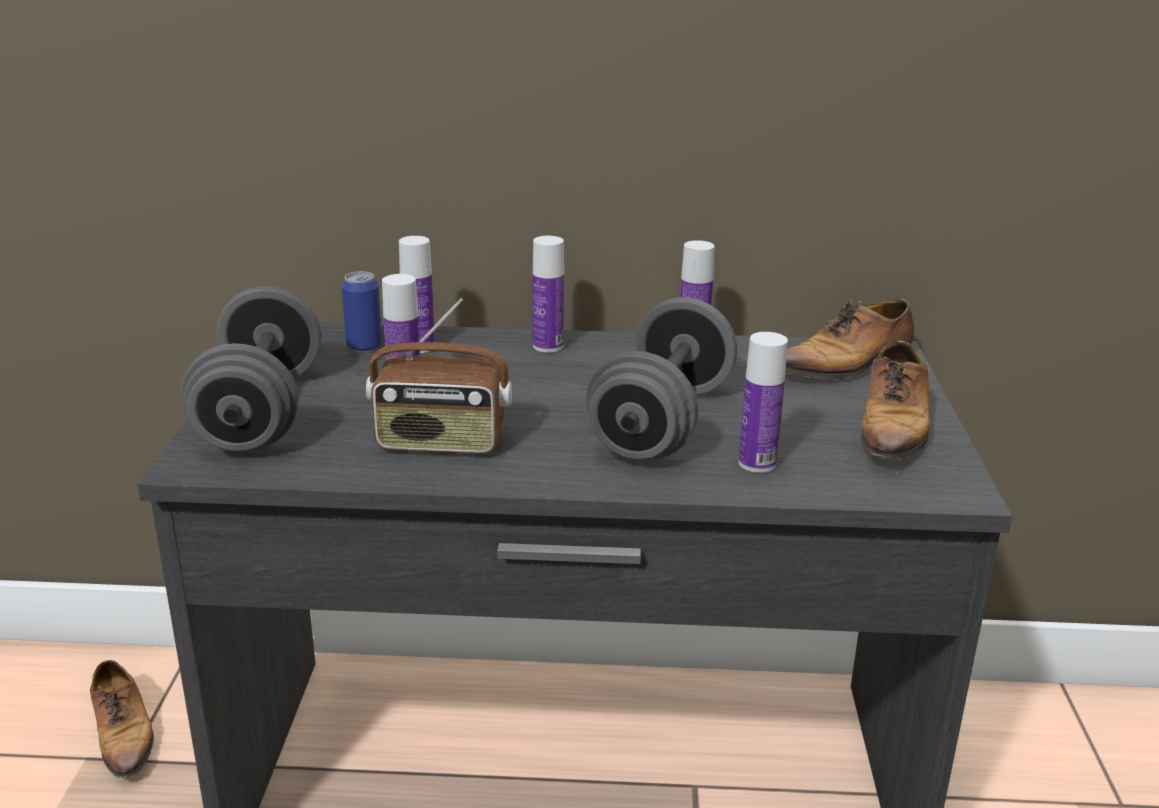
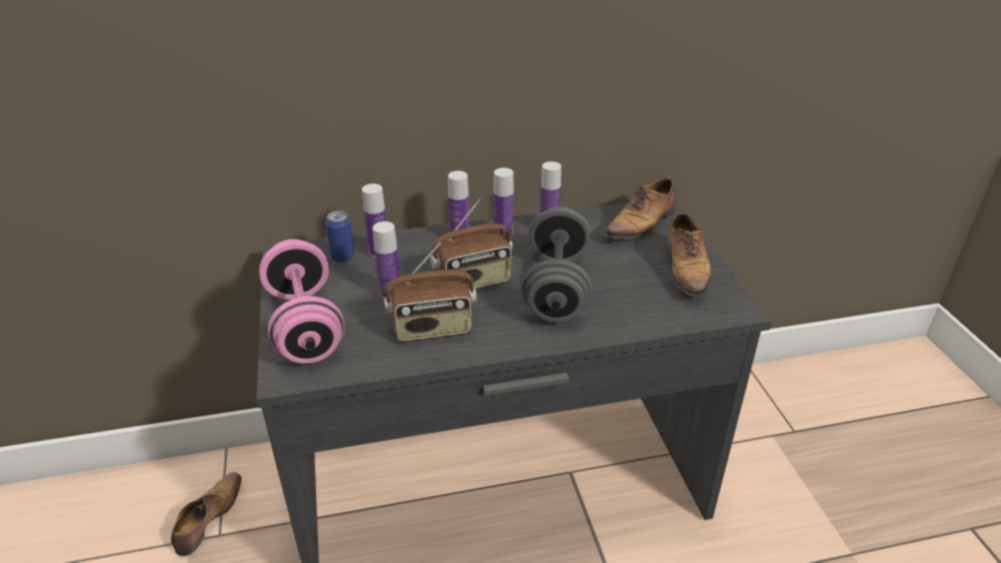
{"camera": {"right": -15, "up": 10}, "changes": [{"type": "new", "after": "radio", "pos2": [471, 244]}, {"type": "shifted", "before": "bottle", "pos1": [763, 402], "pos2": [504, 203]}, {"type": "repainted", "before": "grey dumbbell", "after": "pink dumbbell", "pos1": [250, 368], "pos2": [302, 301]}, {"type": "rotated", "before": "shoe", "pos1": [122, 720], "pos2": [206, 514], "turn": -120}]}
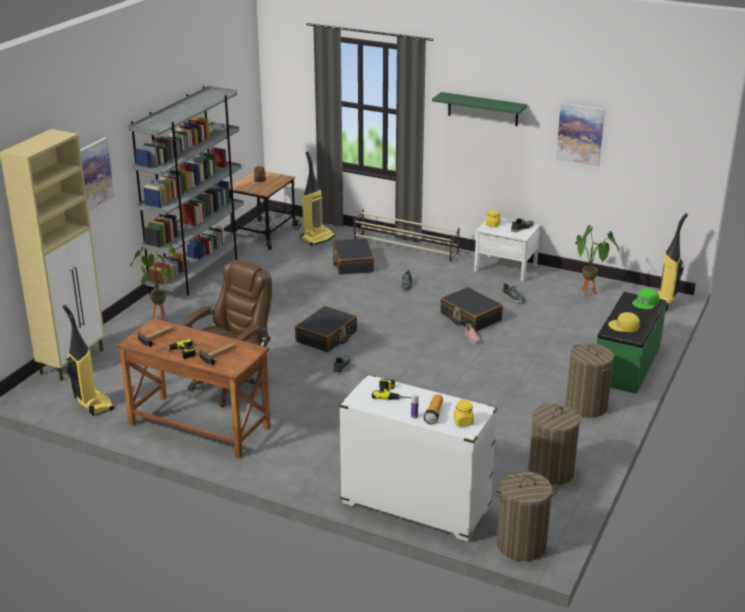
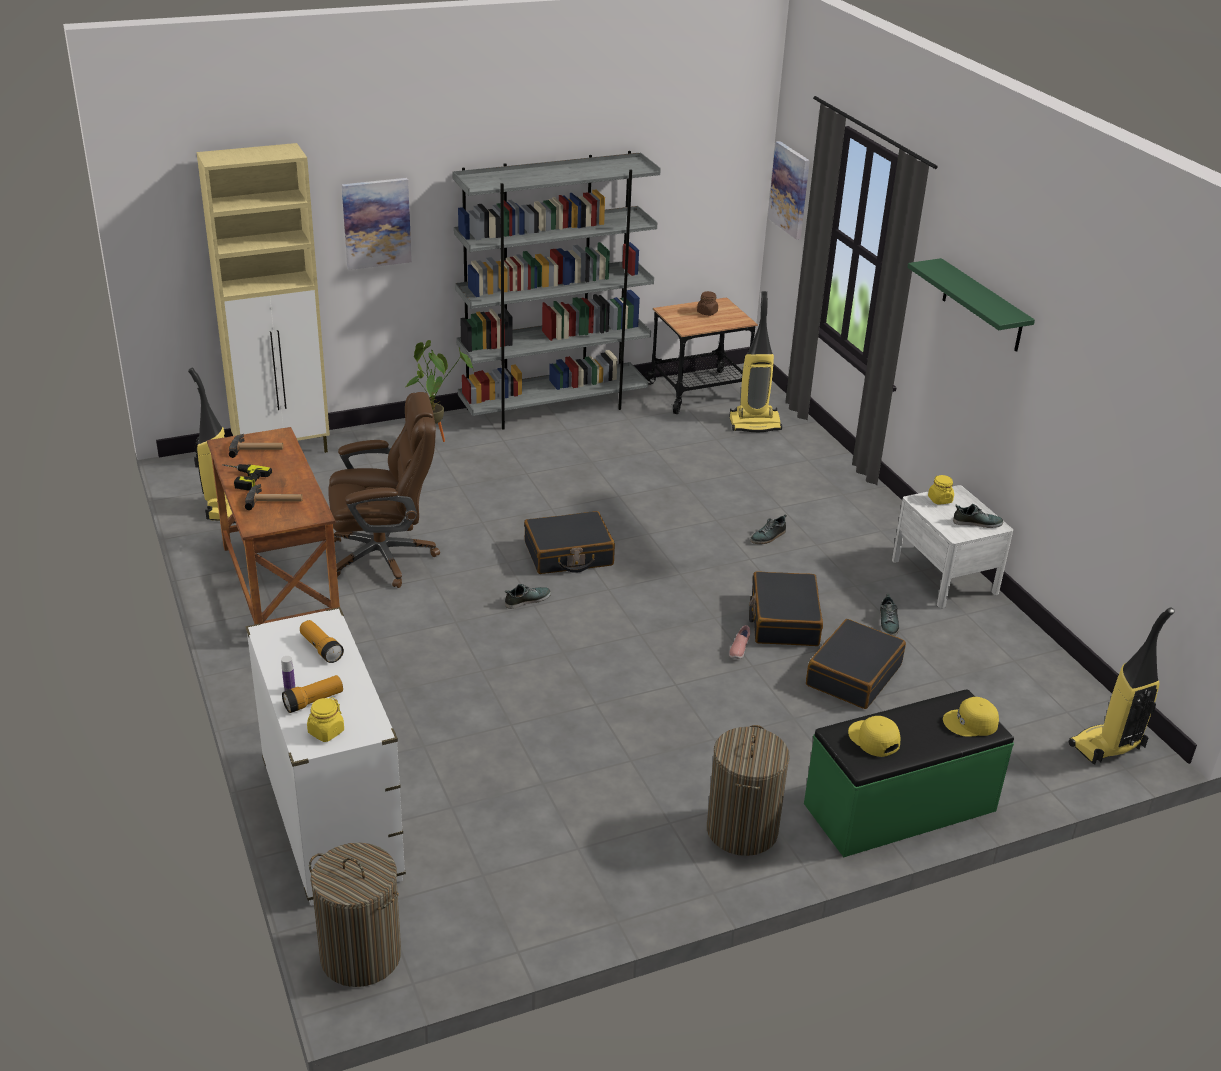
{"camera": {"right": 40, "up": 5}, "changes": [{"type": "gone", "before": "beige shoe rack", "pos1": [407, 236]}, {"type": "gone", "before": "laundry basket", "pos1": [554, 444]}, {"type": "gone", "before": "potted plant", "pos1": [597, 261]}, {"type": "shifted", "before": "black suitcase", "pos1": [353, 256], "pos2": [856, 664]}, {"type": "shifted", "before": "picture", "pos1": [580, 134], "pos2": [789, 190]}, {"type": "swapped", "before": "power drill", "after": "flashlight", "pos1": [391, 389], "pos2": [322, 641]}, {"type": "repainted", "before": "green cap", "after": "yellow cap", "pos1": [645, 298], "pos2": [971, 717]}]}
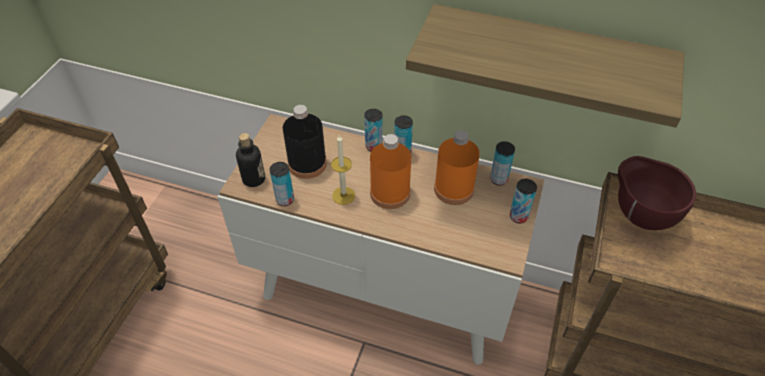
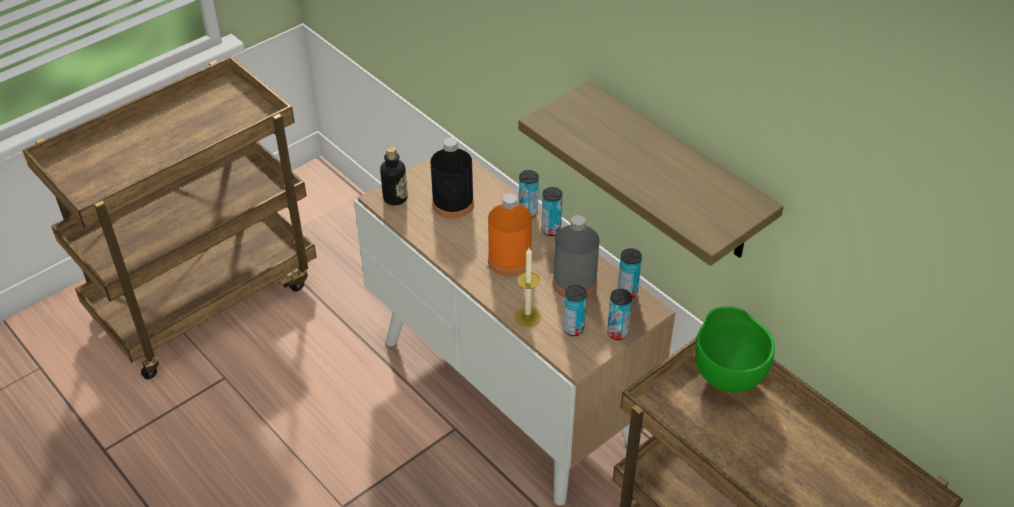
{"camera": {"right": 30, "up": -5}, "changes": [{"type": "shifted", "before": "can", "pos1": [282, 184], "pos2": [575, 310]}, {"type": "shifted", "before": "candle", "pos1": [343, 169], "pos2": [528, 287]}, {"type": "repainted", "before": "orange bottle", "after": "grey bottle", "pos1": [457, 167], "pos2": [575, 256]}, {"type": "repainted", "before": "brown bowl", "after": "green bowl", "pos1": [657, 193], "pos2": [735, 349]}]}
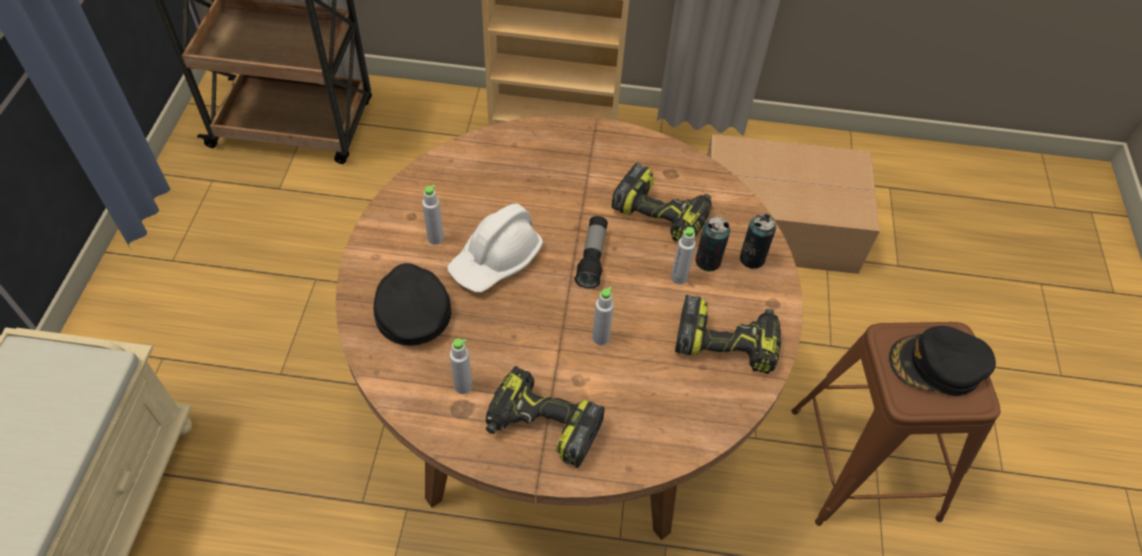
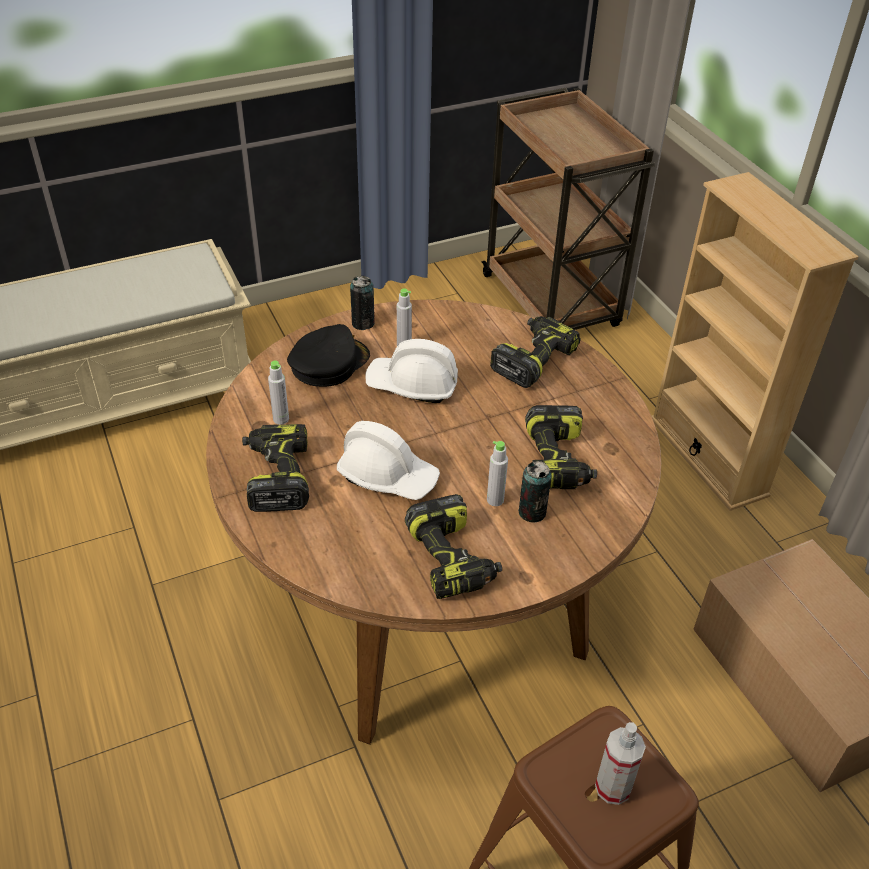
{"camera": {"right": 60, "up": -10}, "changes": [{"type": "gone", "before": "flashlight", "pos1": [591, 252]}, {"type": "new", "after": "power drill", "pos2": [535, 352]}, {"type": "shifted", "before": "can", "pos1": [758, 241], "pos2": [362, 303]}, {"type": "swapped", "before": "grey bottle", "after": "white hard hat", "pos1": [603, 316], "pos2": [388, 460]}, {"type": "swapped", "before": "black cap", "after": "spray bottle", "pos1": [942, 361], "pos2": [620, 763]}]}
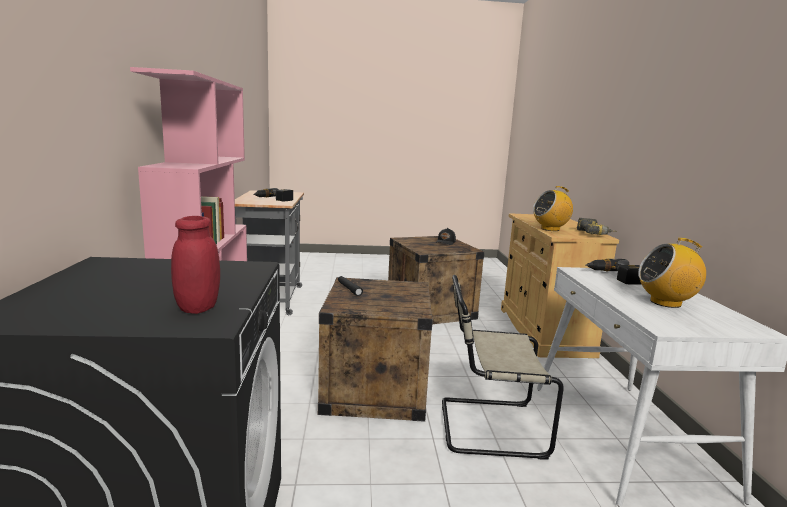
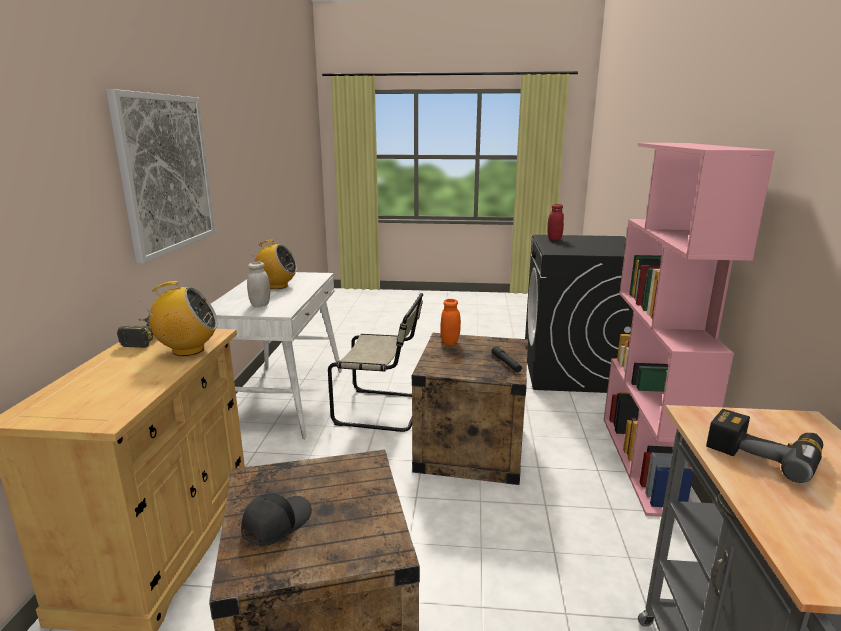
{"camera": {"right": -170, "up": 5}, "changes": [{"type": "new", "after": "picture", "pos2": [160, 176]}, {"type": "new", "after": "orange jar", "pos2": [450, 322]}, {"type": "swapped", "before": "power drill", "after": "white jar", "pos1": [613, 272], "pos2": [258, 285]}]}
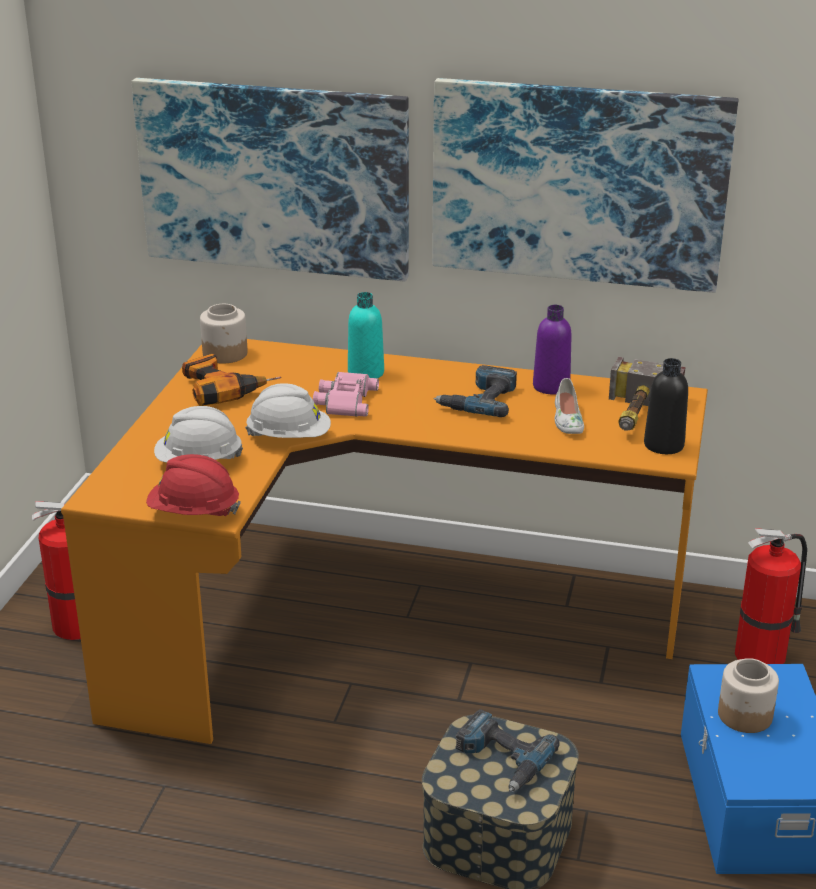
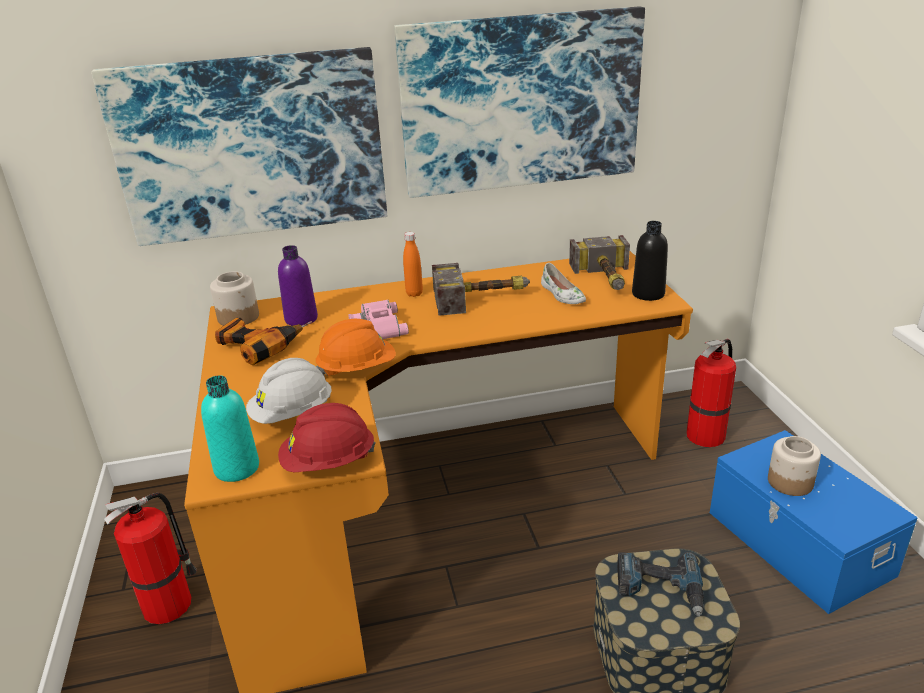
{"camera": {"right": -25, "up": 0}, "changes": [{"type": "new", "after": "orange bottle", "pos2": [413, 264]}, {"type": "shifted", "before": "turquoise bottle", "pos1": [366, 335], "pos2": [230, 428]}, {"type": "shifted", "before": "purple bottle", "pos1": [552, 349], "pos2": [298, 285]}, {"type": "swapped", "before": "power drill", "after": "hammer", "pos1": [475, 391], "pos2": [481, 289]}, {"type": "repainted", "before": "white hard hat", "after": "orange hard hat", "pos1": [288, 410], "pos2": [356, 348]}]}
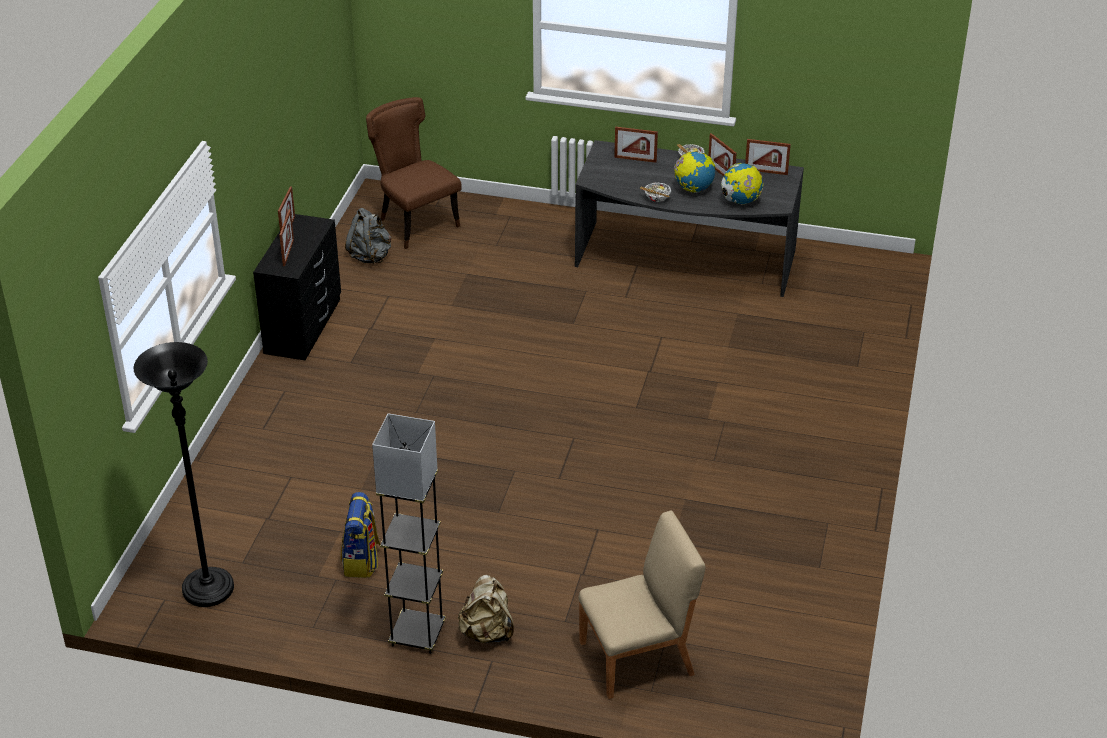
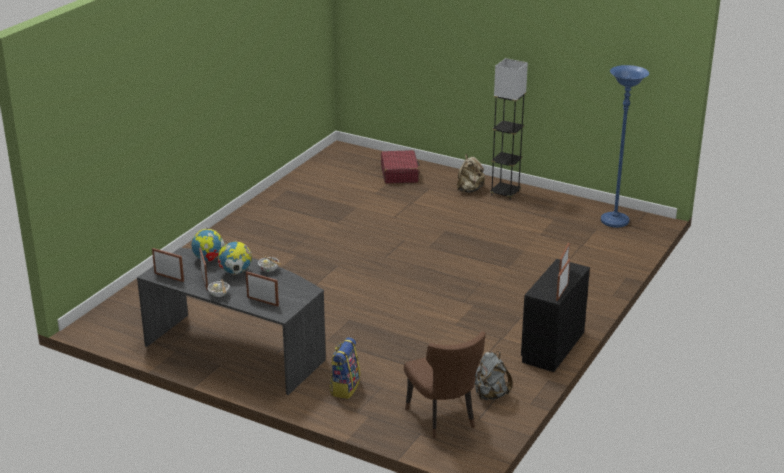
{"camera": {"right": -165, "up": -10}, "changes": [{"type": "shifted", "before": "backpack", "pos1": [360, 535], "pos2": [344, 368]}, {"type": "swapped", "before": "beige chair", "after": "red suitcase", "pos1": [642, 604], "pos2": [400, 167]}, {"type": "repainted", "before": "black floor lamp", "after": "blue floor lamp", "pos1": [184, 474], "pos2": [625, 146]}]}
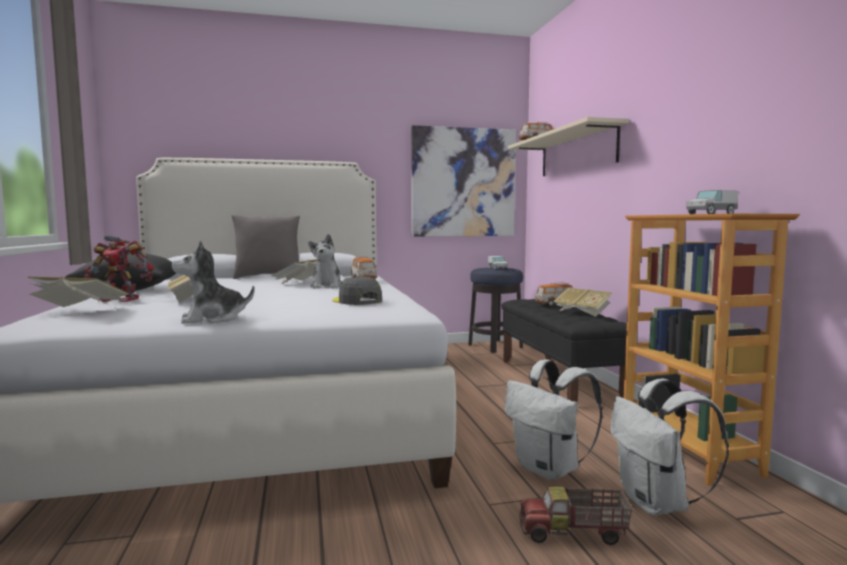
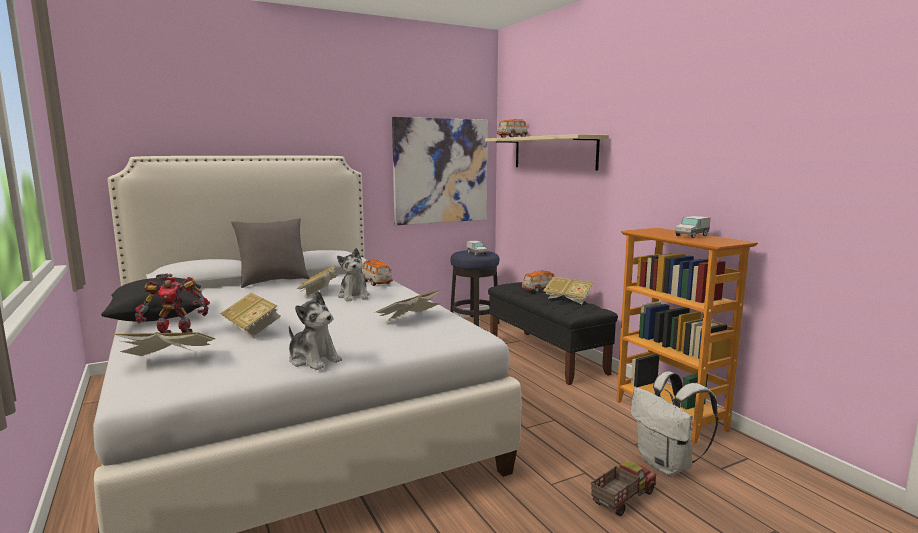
{"camera": {"right": -15, "up": 5}, "changes": [{"type": "gone", "before": "white backpack", "pos1": [554, 419]}, {"type": "swapped", "before": "grey cap", "after": "book", "pos1": [357, 290], "pos2": [407, 306]}, {"type": "rotated", "before": "plush toy", "pos1": [213, 282], "pos2": [315, 330], "turn": -105}, {"type": "rotated", "before": "toy truck", "pos1": [576, 515], "pos2": [623, 488], "turn": 150}]}
